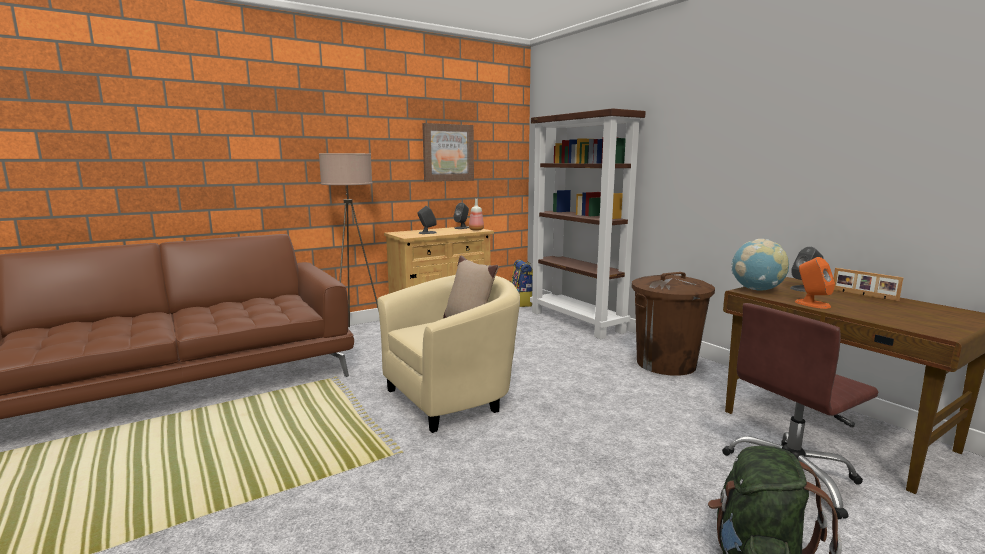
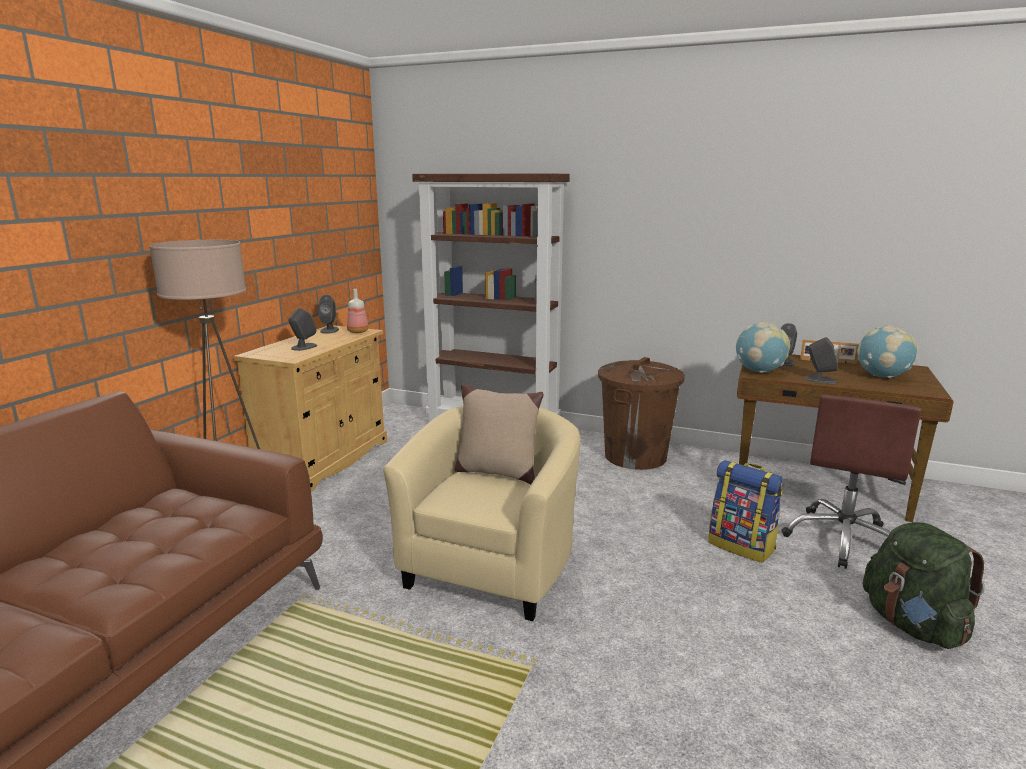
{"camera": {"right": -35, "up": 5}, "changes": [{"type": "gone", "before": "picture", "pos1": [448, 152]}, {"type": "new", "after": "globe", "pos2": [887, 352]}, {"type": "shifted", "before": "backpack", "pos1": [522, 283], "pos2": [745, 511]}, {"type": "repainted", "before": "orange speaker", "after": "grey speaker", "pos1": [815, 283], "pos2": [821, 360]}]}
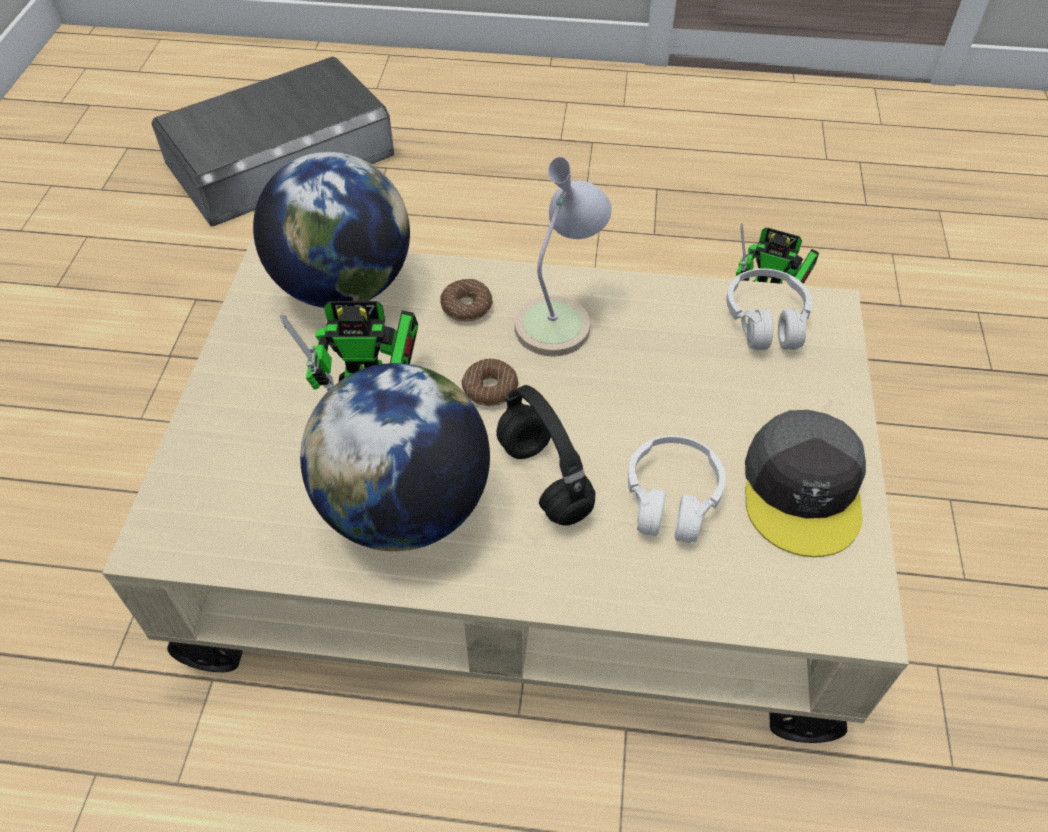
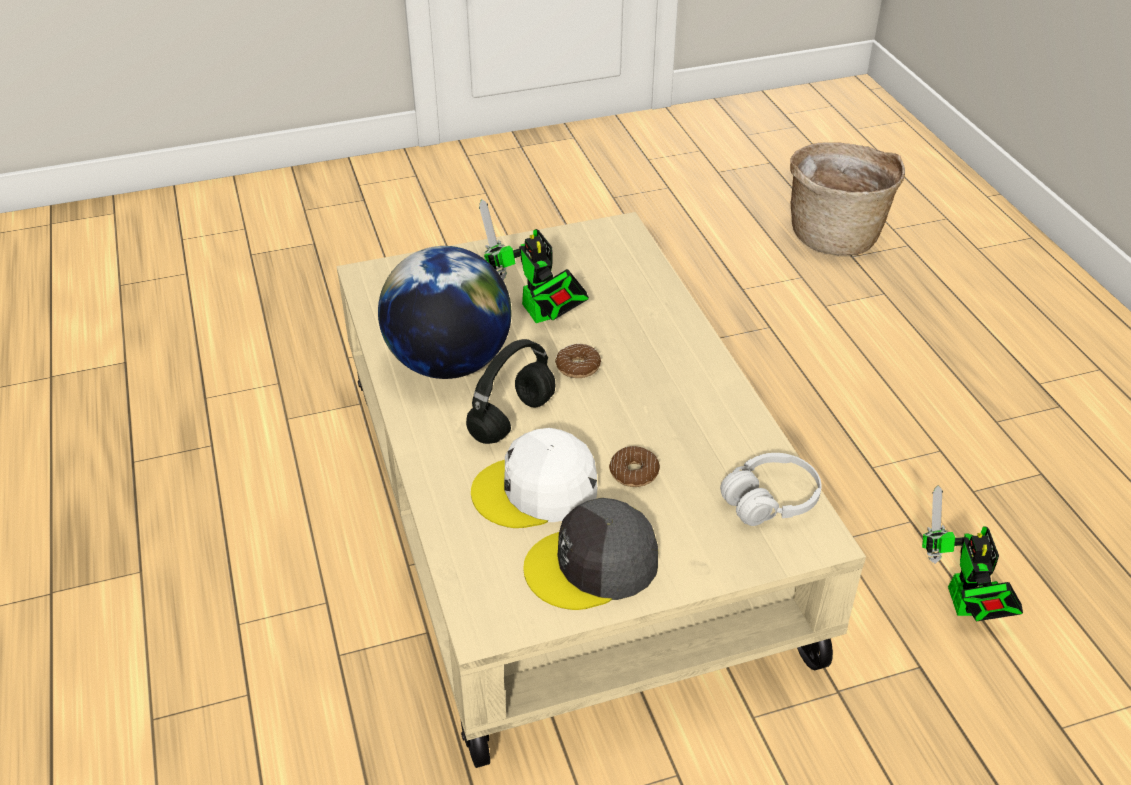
{"camera": {"right": 65, "up": -10}, "changes": [{"type": "gone", "before": "globe", "pos1": [331, 230]}, {"type": "gone", "before": "table lamp", "pos1": [563, 256]}, {"type": "shifted", "before": "donut", "pos1": [466, 300], "pos2": [634, 466]}, {"type": "swapped", "before": "grey storage box", "after": "basket", "pos1": [273, 141], "pos2": [847, 198]}, {"type": "swapped", "before": "white headphones", "after": "white cap", "pos1": [677, 489], "pos2": [534, 478]}]}
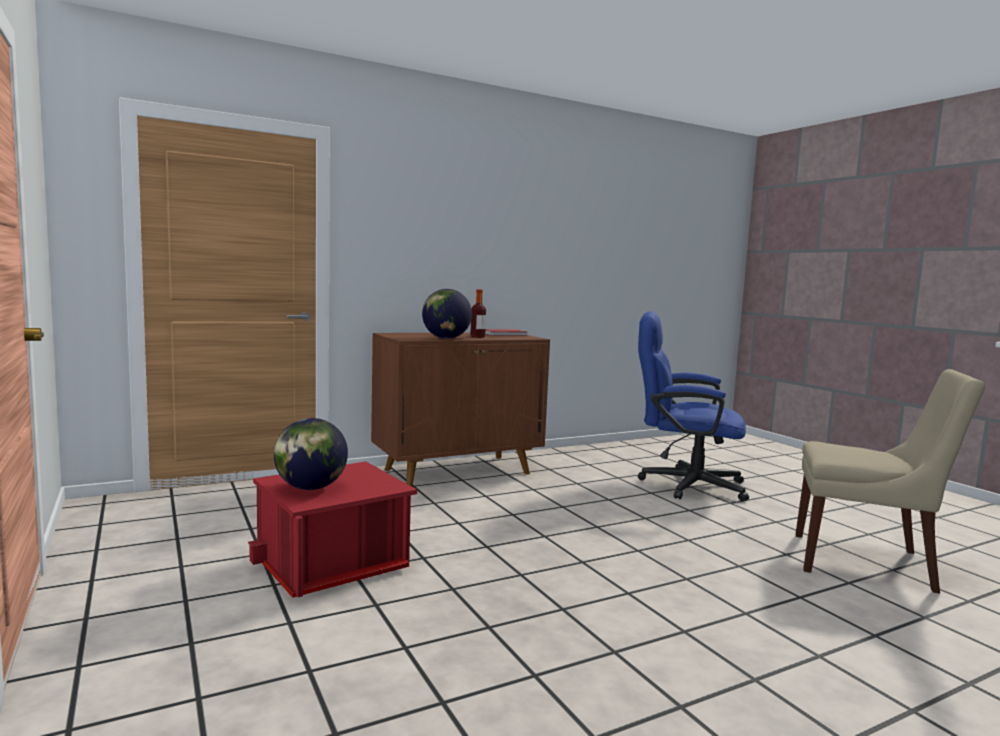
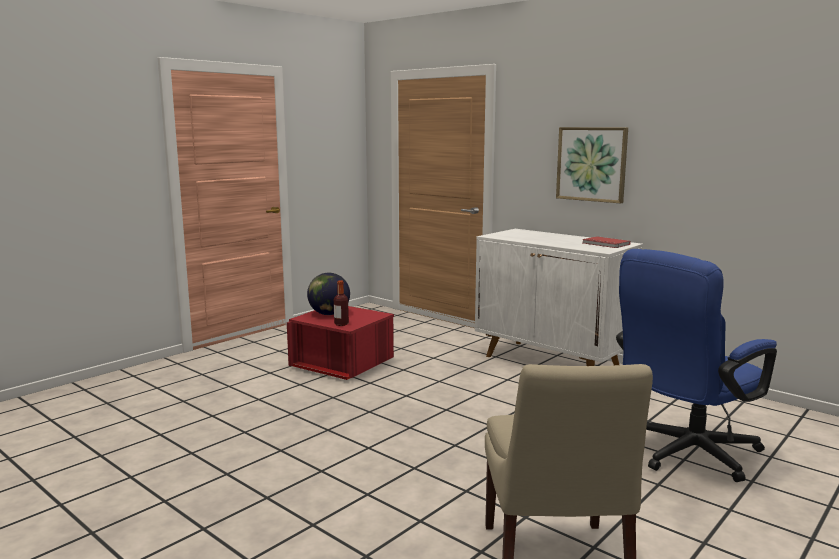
{"camera": {"right": 70, "up": 5}, "changes": [{"type": "gone", "before": "globe", "pos1": [447, 314]}, {"type": "new", "after": "picture", "pos2": [592, 165]}, {"type": "shifted", "before": "bottle", "pos1": [478, 313], "pos2": [341, 303]}, {"type": "repainted", "before": "brown cabinet", "after": "white cabinet", "pos1": [460, 409], "pos2": [559, 297]}, {"type": "rotated", "before": "blue office chair", "pos1": [693, 406], "pos2": [696, 365], "turn": -120}]}
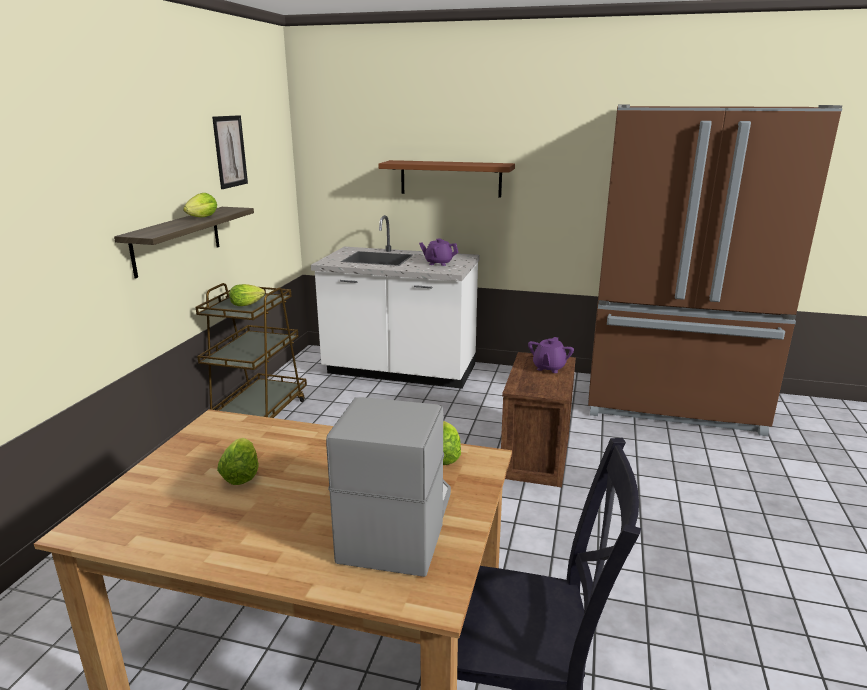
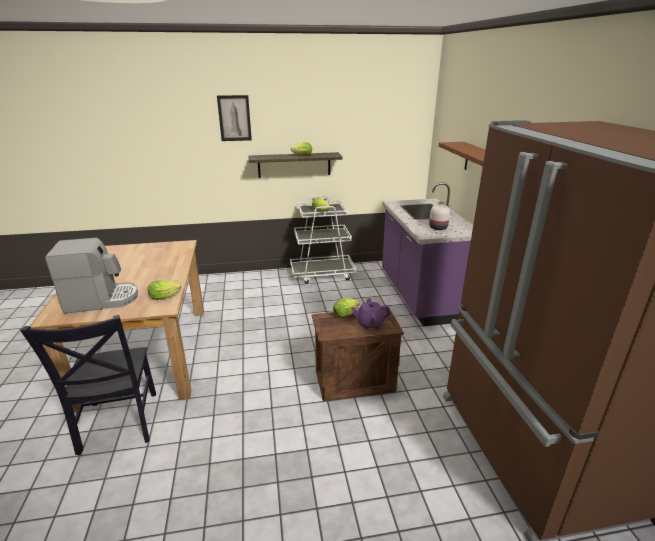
{"camera": {"right": 65, "up": 5}, "changes": [{"type": "shifted", "before": "picture", "pos1": [230, 152], "pos2": [234, 118]}, {"type": "shifted", "before": "lettuce", "pos1": [238, 461], "pos2": [346, 307]}, {"type": "swapped", "before": "purple teapot", "after": "white vase", "pos1": [438, 252], "pos2": [439, 215]}, {"type": "repainted", "before": "brown cart", "after": "white cart", "pos1": [251, 350], "pos2": [323, 239]}, {"type": "repainted", "before": "white counter", "after": "purple counter", "pos1": [395, 302], "pos2": [427, 254]}]}
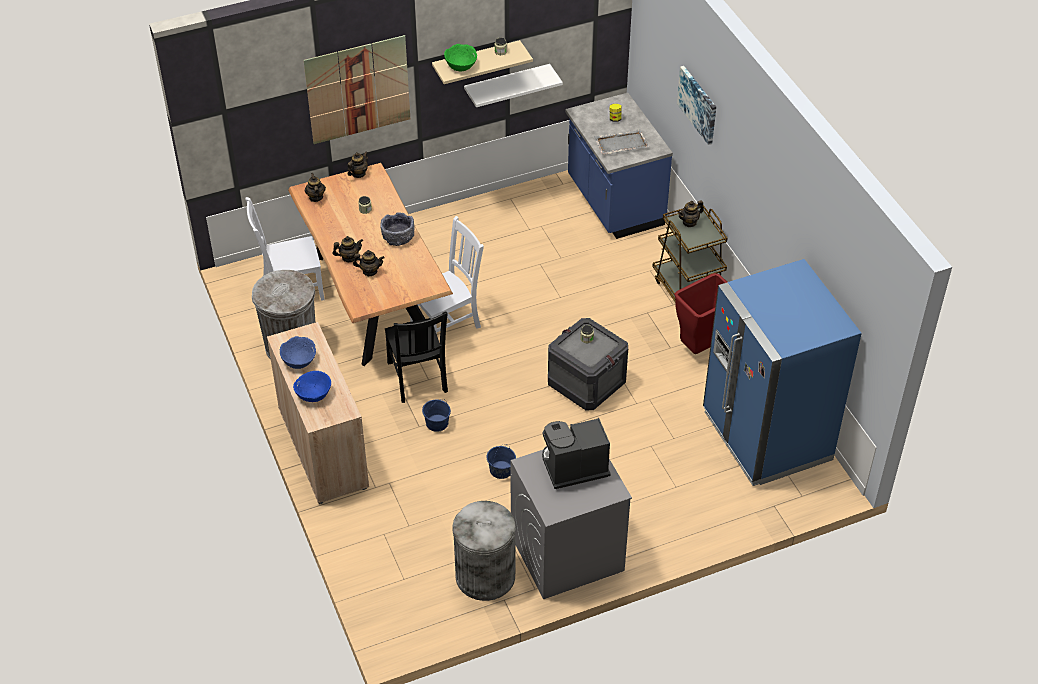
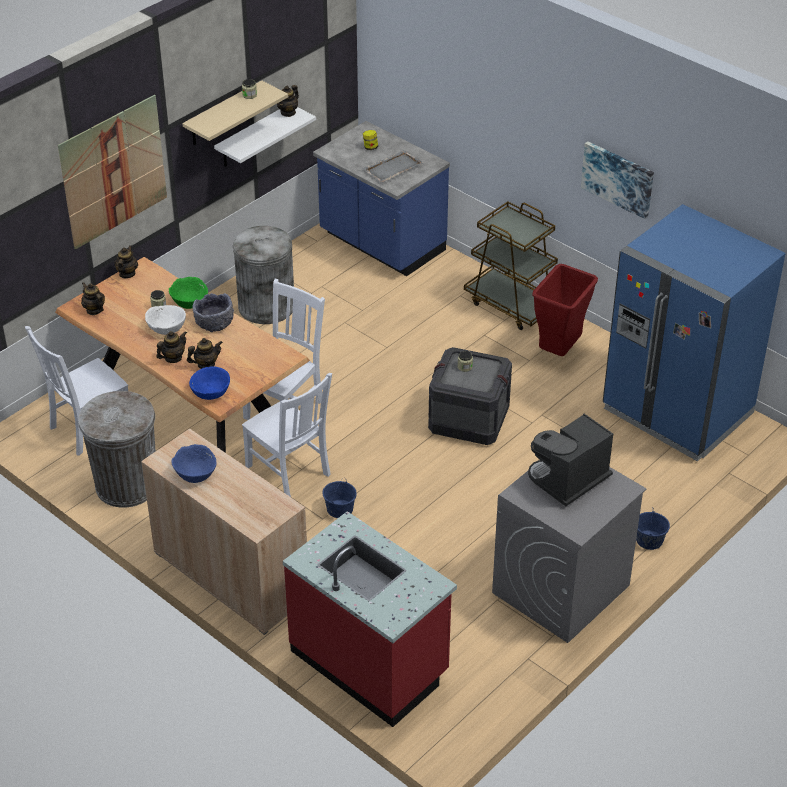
{"camera": {"right": -25, "up": -5}, "changes": [{"type": "new", "after": "white bowl", "pos2": [165, 320]}, {"type": "new", "after": "red counter", "pos2": [370, 619]}, {"type": "shifted", "before": "blue bowl", "pos1": [312, 386], "pos2": [209, 383]}, {"type": "shifted", "before": "green bowl", "pos1": [460, 57], "pos2": [188, 293]}, {"type": "shifted", "before": "grey trash can", "pos1": [484, 551], "pos2": [263, 275]}, {"type": "shifted", "before": "blue bucket", "pos1": [501, 462], "pos2": [653, 529]}, {"type": "shifted", "before": "picture", "pos1": [696, 105], "pos2": [617, 180]}, {"type": "shifted", "before": "teapot", "pos1": [691, 213], "pos2": [288, 101]}, {"type": "repainted", "before": "black chair", "after": "white chair", "pos1": [416, 357], "pos2": [287, 435]}]}
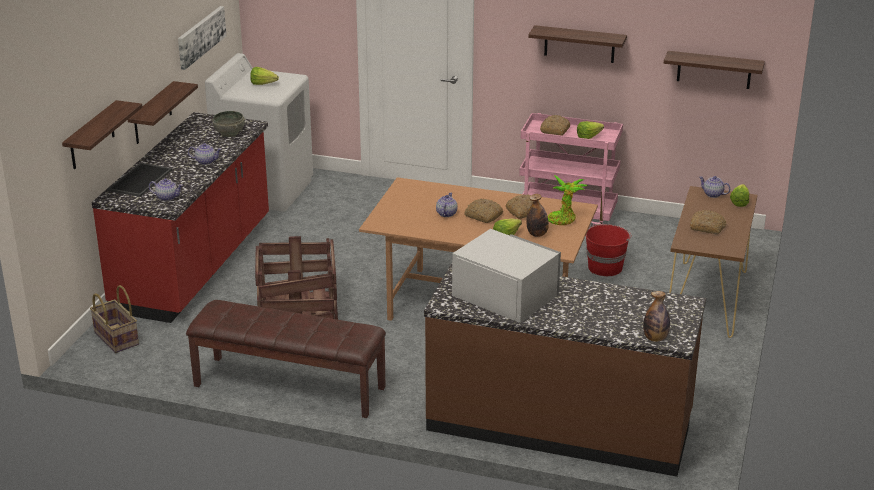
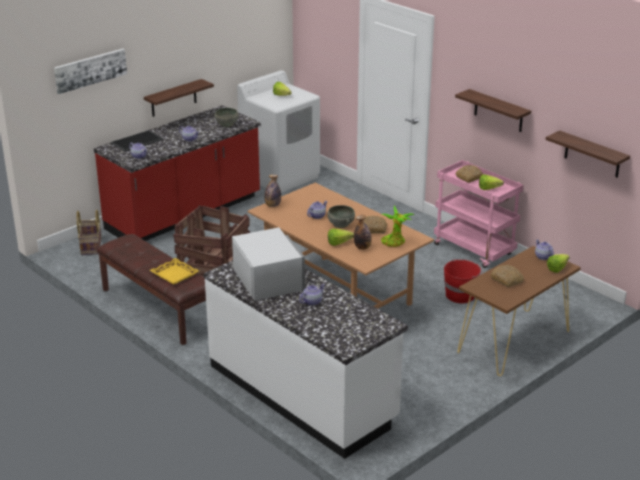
{"camera": {"right": 30, "up": 0}, "changes": [{"type": "gone", "before": "shelf", "pos1": [102, 134]}, {"type": "new", "after": "yellow tray", "pos2": [174, 271]}, {"type": "new", "after": "teapot", "pos2": [312, 295]}, {"type": "shifted", "before": "picture", "pos1": [202, 38], "pos2": [90, 71]}, {"type": "shifted", "before": "bottle", "pos1": [656, 316], "pos2": [273, 191]}, {"type": "swapped", "before": "bread", "after": "grey bowl", "pos1": [483, 211], "pos2": [341, 216]}, {"type": "repainted", "before": "brown counter", "after": "white counter", "pos1": [565, 370], "pos2": [306, 359]}]}
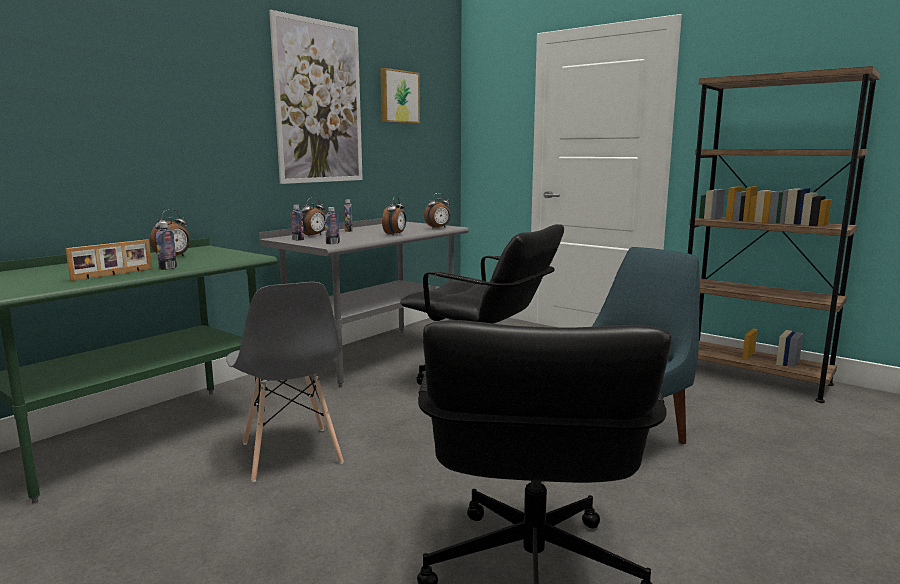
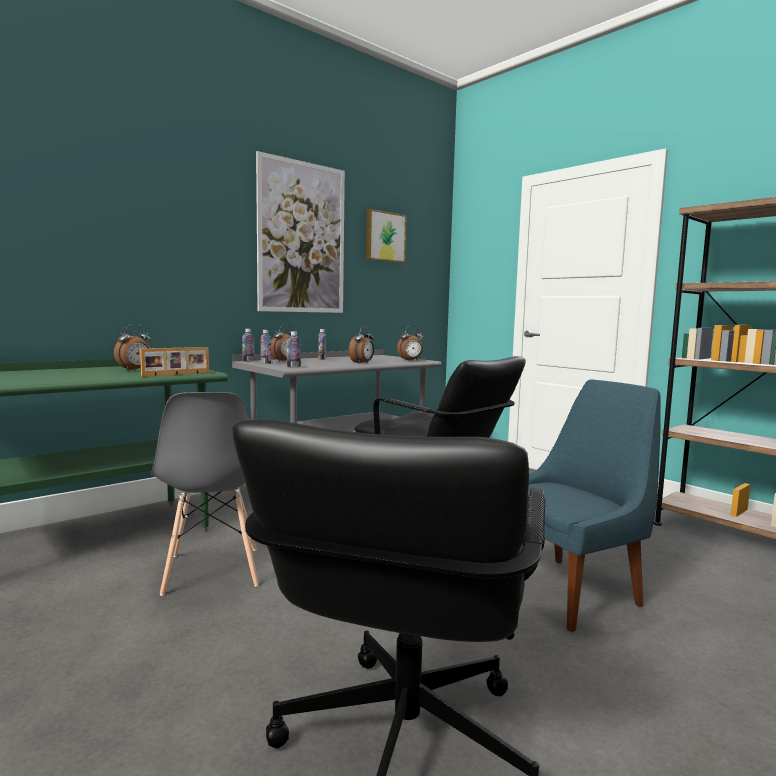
{"camera": {"right": 10, "up": -5}, "changes": [{"type": "shifted", "before": "picture frame", "pos1": [109, 260], "pos2": [174, 362]}, {"type": "shifted", "before": "bottle", "pos1": [166, 246], "pos2": [248, 345]}]}
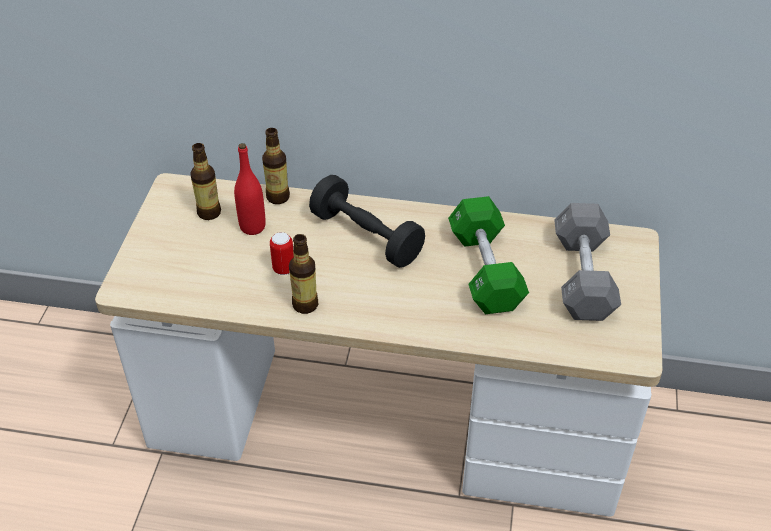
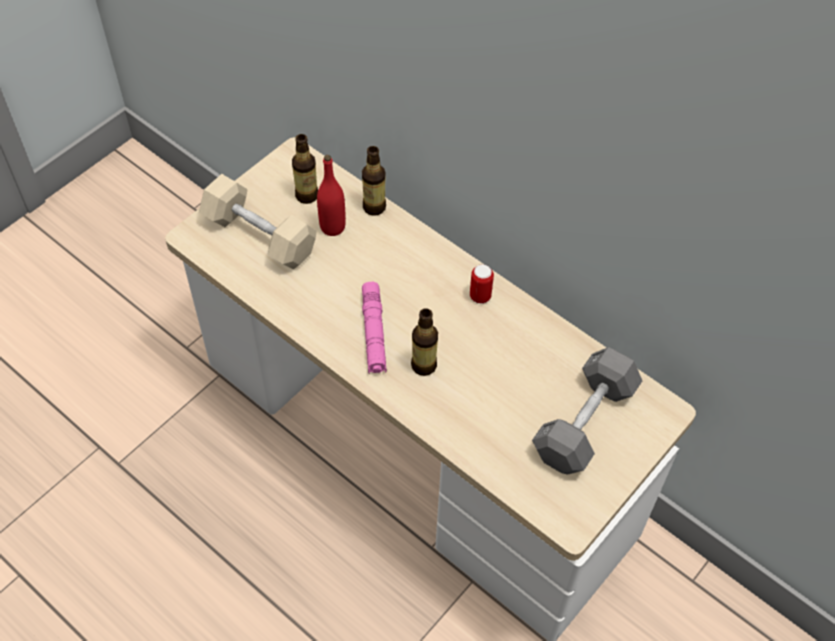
{"camera": {"right": 30, "up": 10}, "changes": [{"type": "gone", "before": "black dumbbell", "pos1": [367, 221]}, {"type": "gone", "before": "green dumbbell", "pos1": [488, 255]}, {"type": "new", "after": "beige dumbbell", "pos2": [258, 221]}, {"type": "new", "after": "pink flashlight", "pos2": [374, 328]}, {"type": "shifted", "before": "can", "pos1": [282, 253], "pos2": [482, 284]}, {"type": "shifted", "before": "bottle", "pos1": [303, 274], "pos2": [424, 342]}]}
